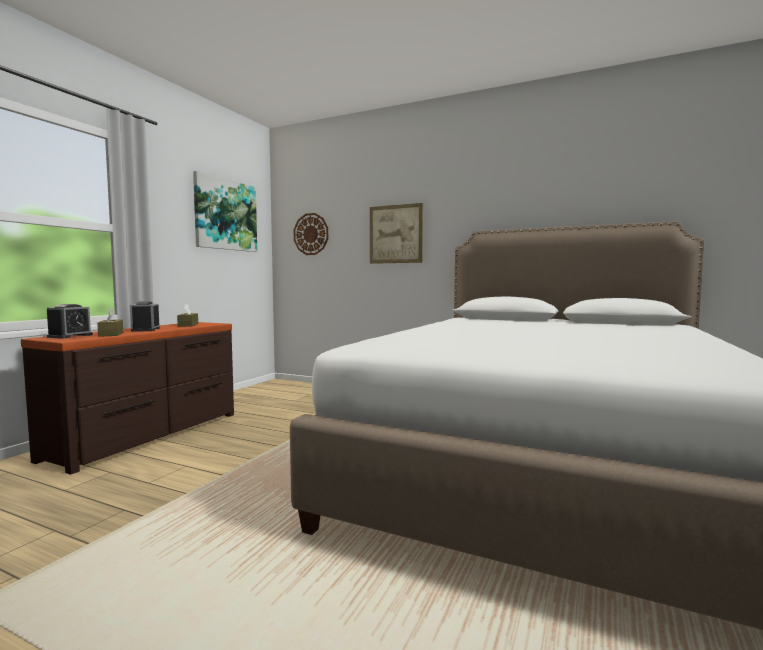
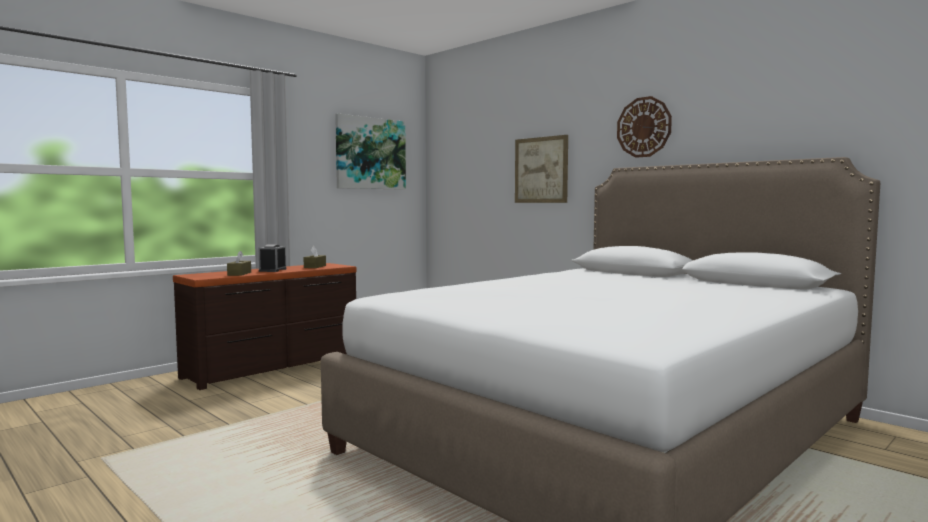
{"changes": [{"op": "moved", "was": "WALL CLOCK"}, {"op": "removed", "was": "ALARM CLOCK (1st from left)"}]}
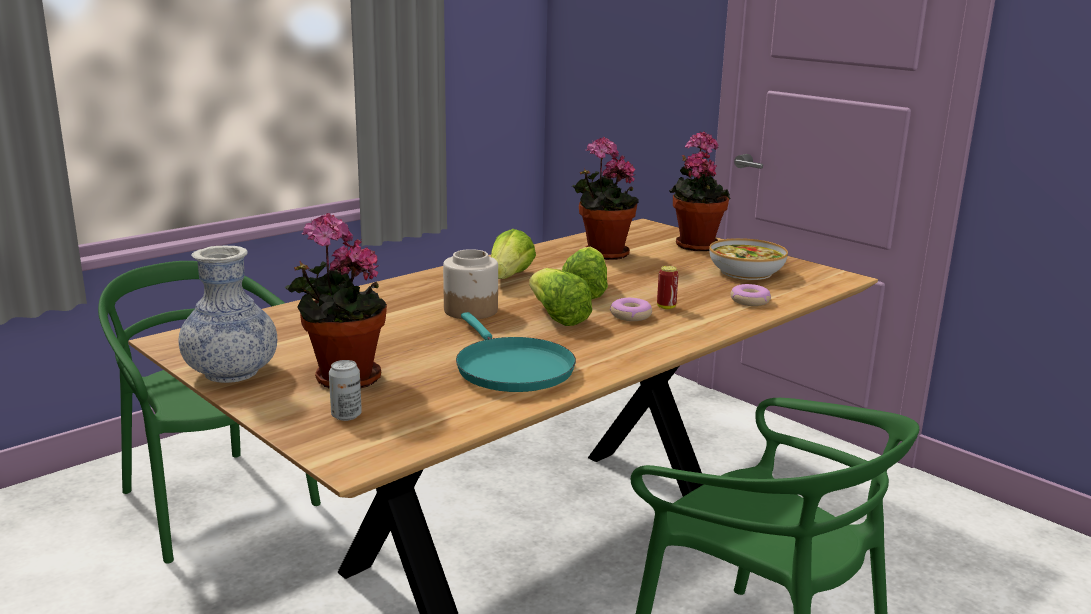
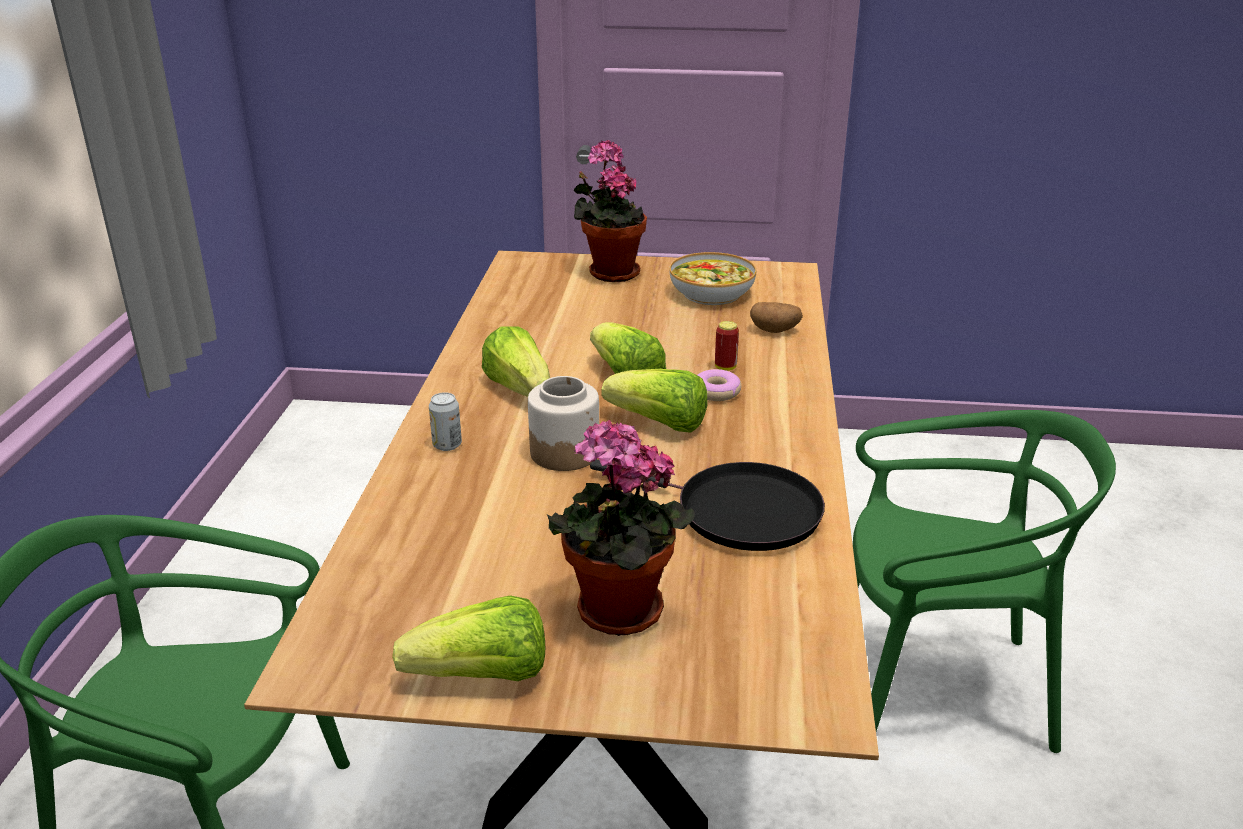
{"changes": [{"op": "removed", "was": "POTTED PLANT (2nd from left)"}, {"op": "replaced", "was": "VASE", "now": "LETTUCE (1st from left)"}, {"op": "replaced", "was": "DONUT (2nd from left)", "now": "POTATO"}, {"op": "recoloured", "was": "TURQUOISE FRYING PAN", "now": "BLACK FRYING PAN"}, {"op": "moved", "was": "CAN (1st from left)"}]}
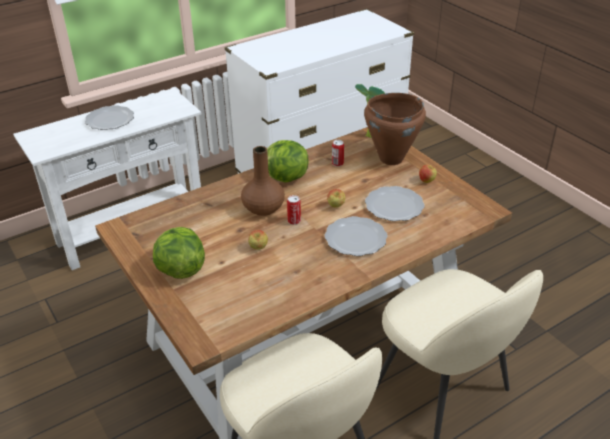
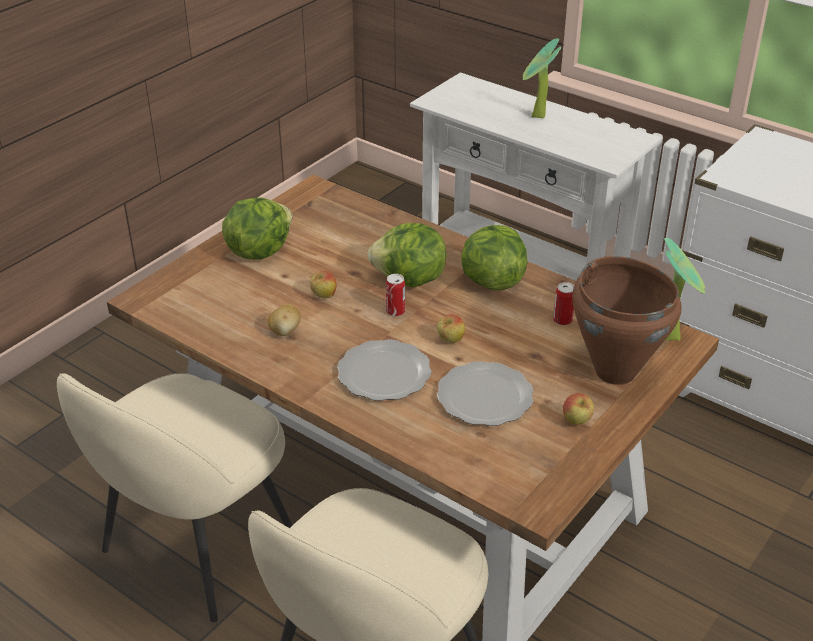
{"changes": [{"op": "replaced", "was": "PLATE (1st from left)", "now": "POTTED PLANT (1st from left)"}, {"op": "replaced", "was": "BROWN VASE", "now": "LETTUCE (2nd from left)"}, {"op": "added", "now": "POTATO"}]}
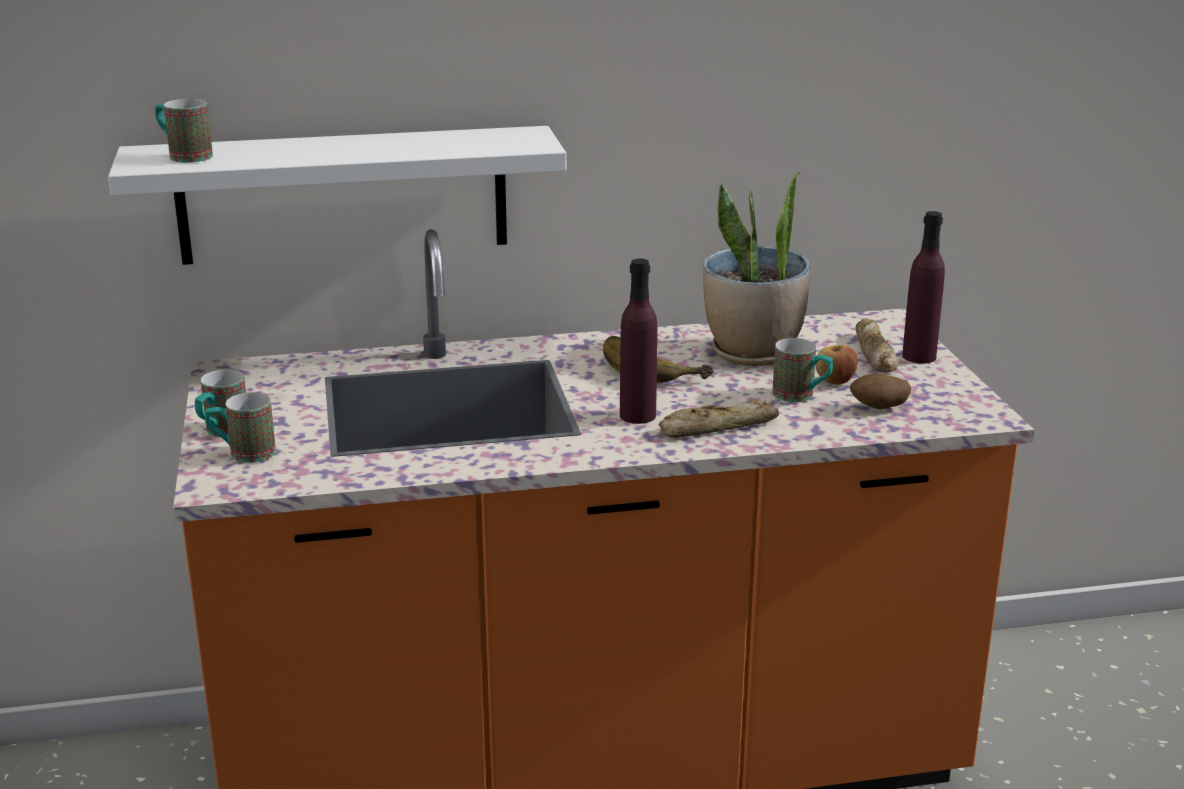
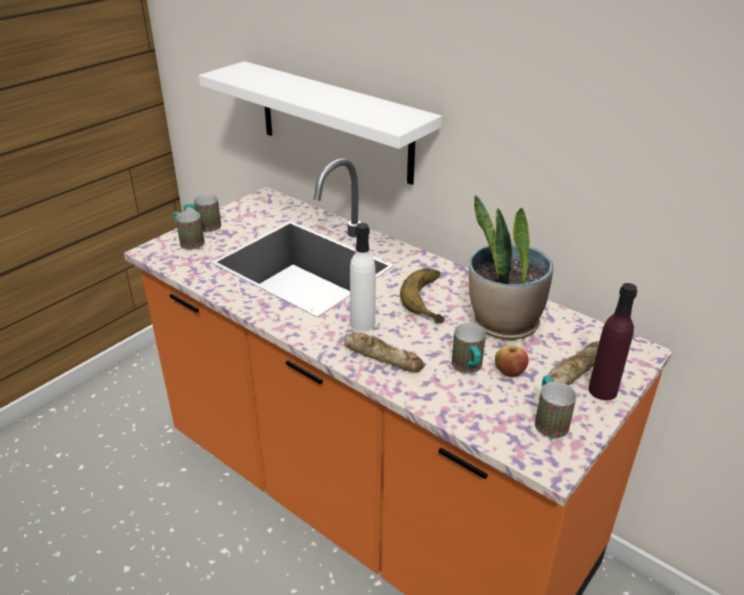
{"changes": [{"op": "moved", "was": "MUG (1st from left in the first image)", "now": "MUG (4th from left)"}, {"op": "recoloured", "was": "PURPLE BOTTLE (1st from left)", "now": "WHITE BOTTLE"}, {"op": "removed", "was": "POTATO"}]}
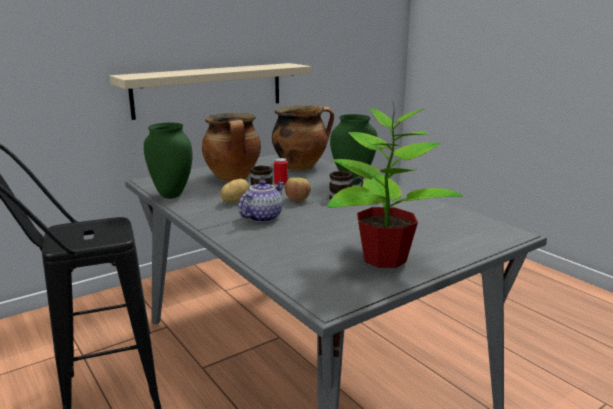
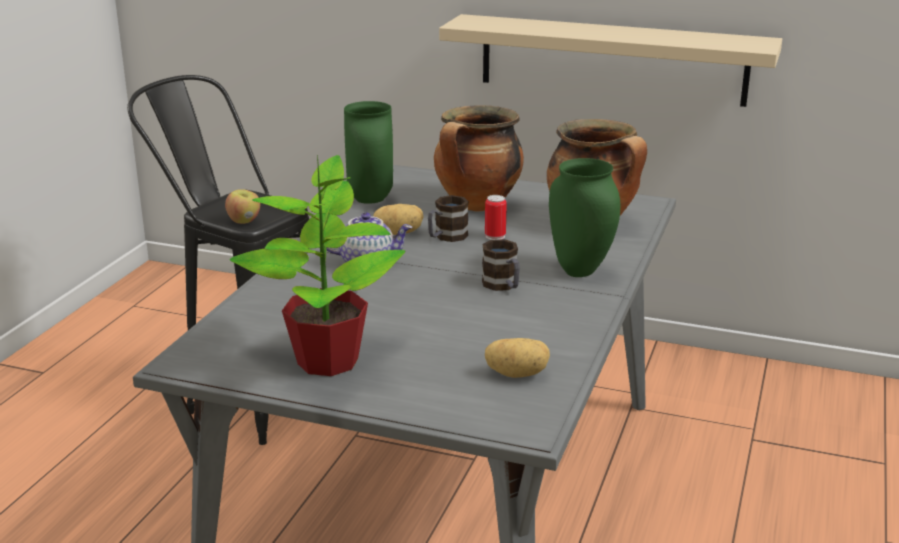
{"changes": [{"op": "moved", "was": "APPLE"}, {"op": "added", "now": "POTATO (2nd from left)"}]}
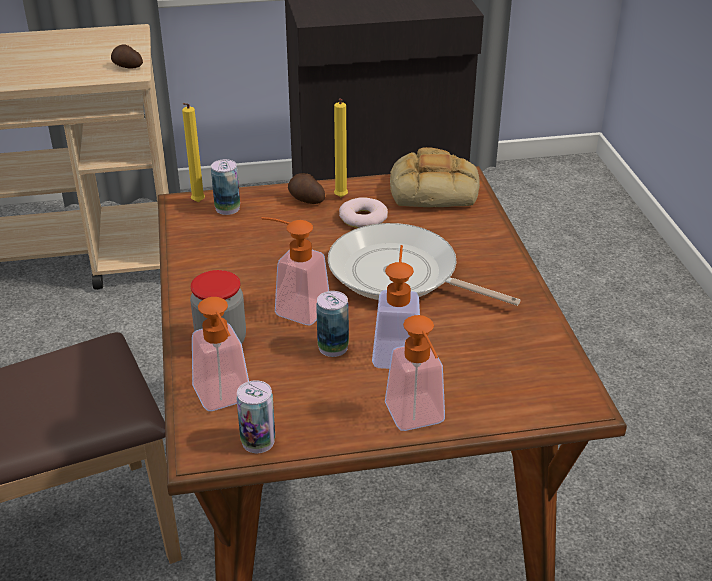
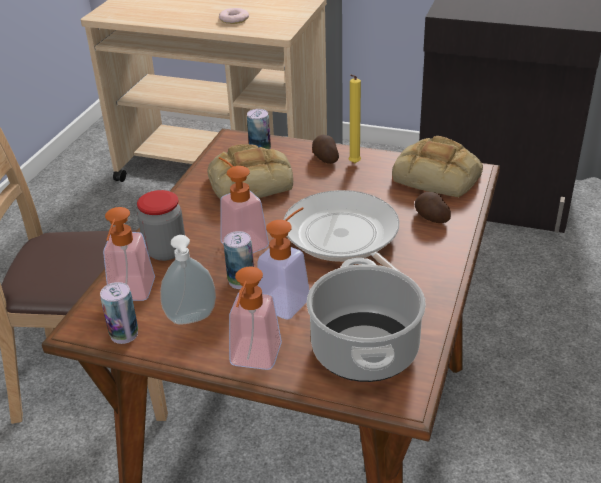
{"changes": [{"op": "moved", "was": "POTATO (1st from left in the first image)", "now": "POTATO (2nd from left)"}, {"op": "removed", "was": "YELLOW CANDLE (1st from left)"}, {"op": "moved", "was": "DONUT"}, {"op": "added", "now": "BREAD (1st from left)"}, {"op": "added", "now": "SOAP DISPENSER (2nd from left)"}, {"op": "added", "now": "COOKING POT"}]}
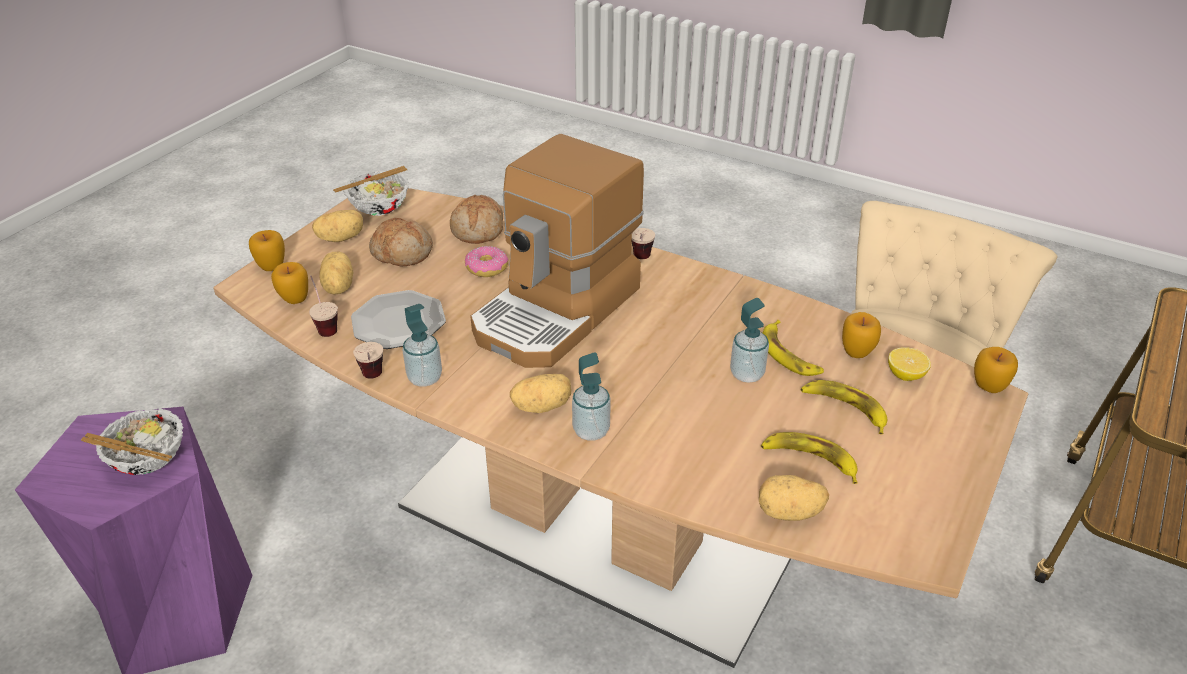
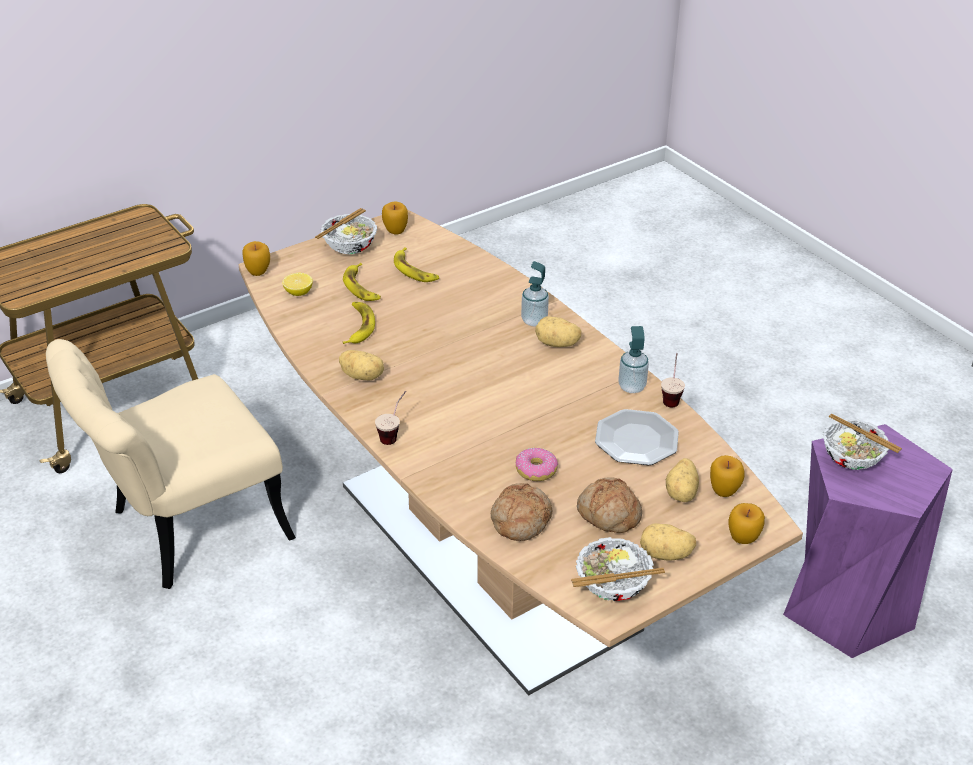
{"changes": [{"op": "removed", "was": "COFFEE MACHINE"}, {"op": "removed", "was": "CUP (1st from left)"}, {"op": "removed", "was": "SOAP DISPENSER (3rd from left)"}, {"op": "moved", "was": "APPLE (3rd from left in the first image)", "now": "APPLE (2nd from left)"}, {"op": "moved", "was": "POTATO (4th from left in the first image)", "now": "POTATO (1st from left)"}, {"op": "added", "now": "BOWL (1st from left)"}]}
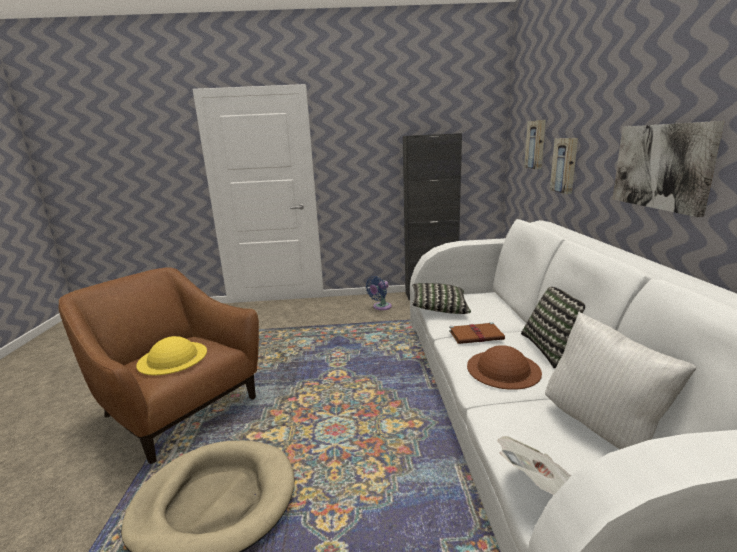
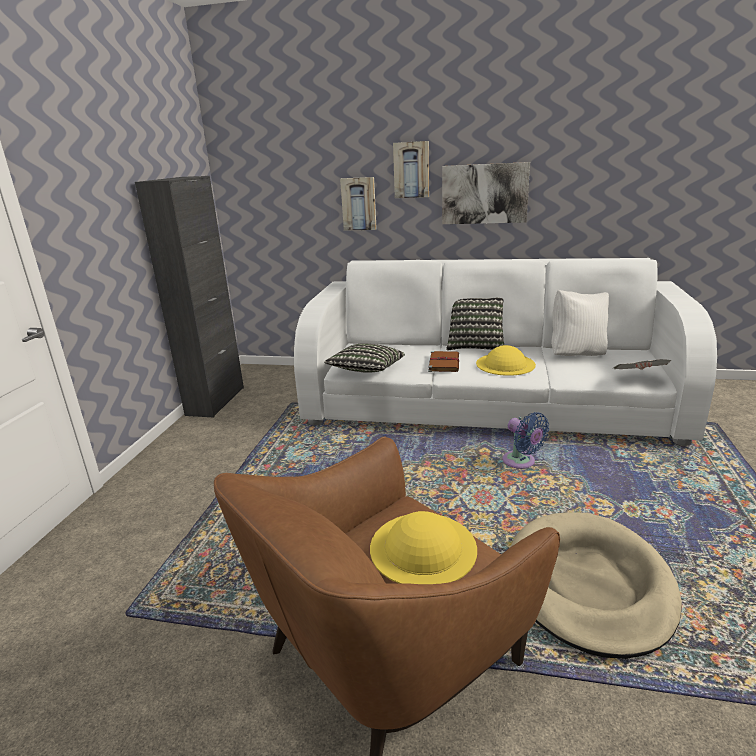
{"changes": [{"op": "moved", "was": "PICTURE (1st from left in the first image)", "now": "PICTURE (2nd from left)"}, {"op": "moved", "was": "BLUE FAN"}, {"op": "recoloured", "was": "BROWN HAT", "now": "YELLOW HAT (2nd from left)"}]}
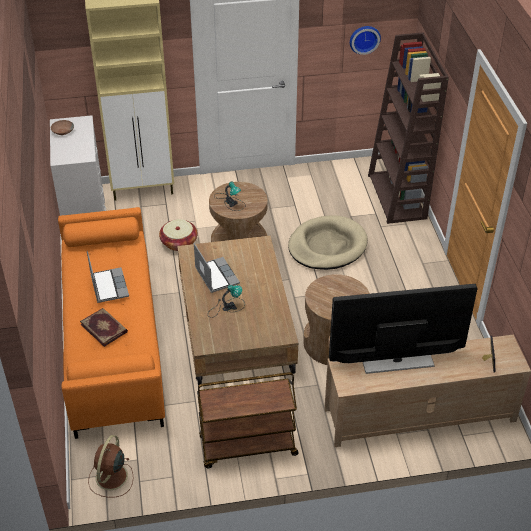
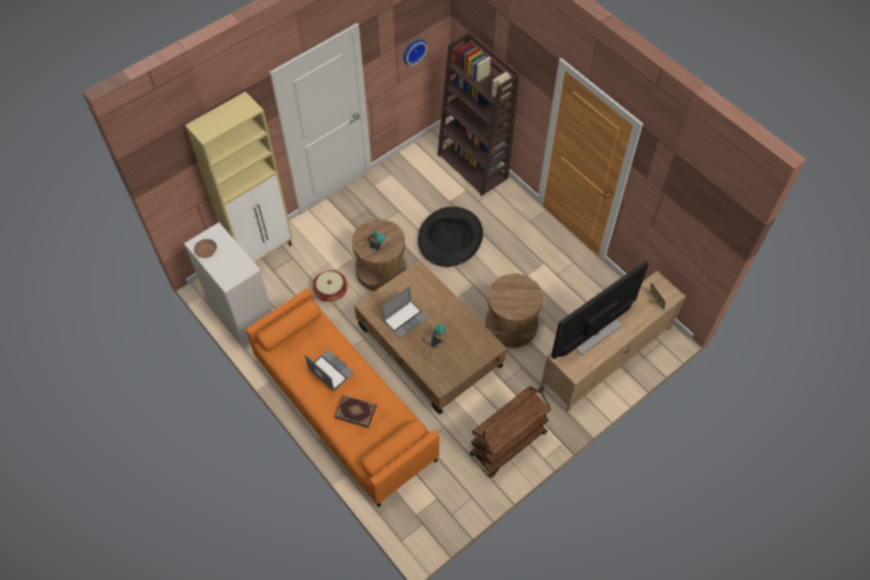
{"changes": [{"op": "recoloured", "was": "BEIGE DOG BED", "now": "BLACK DOG BED"}, {"op": "turned", "was": "LAPTOP (2nd from left)", "clockwise": 105}, {"op": "removed", "was": "BROWN FAN"}]}
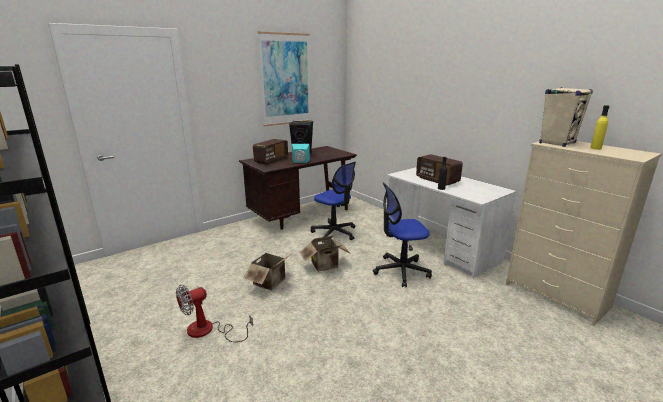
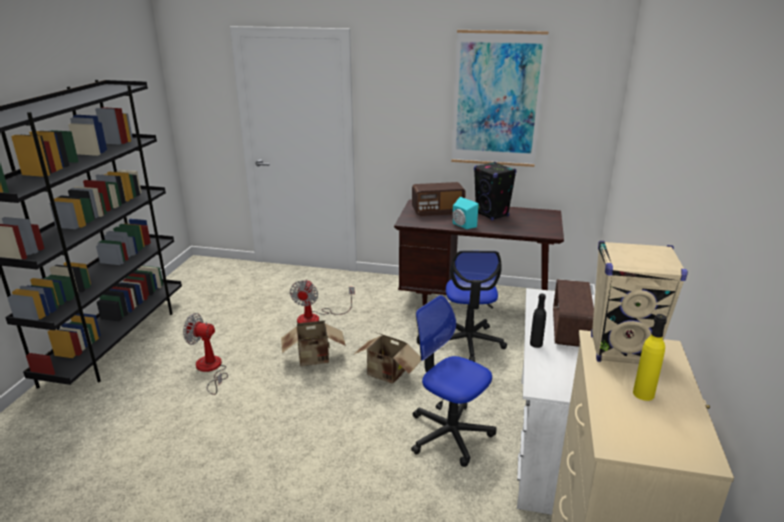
{"changes": [{"op": "added", "now": "FAN (2nd from left)"}]}
